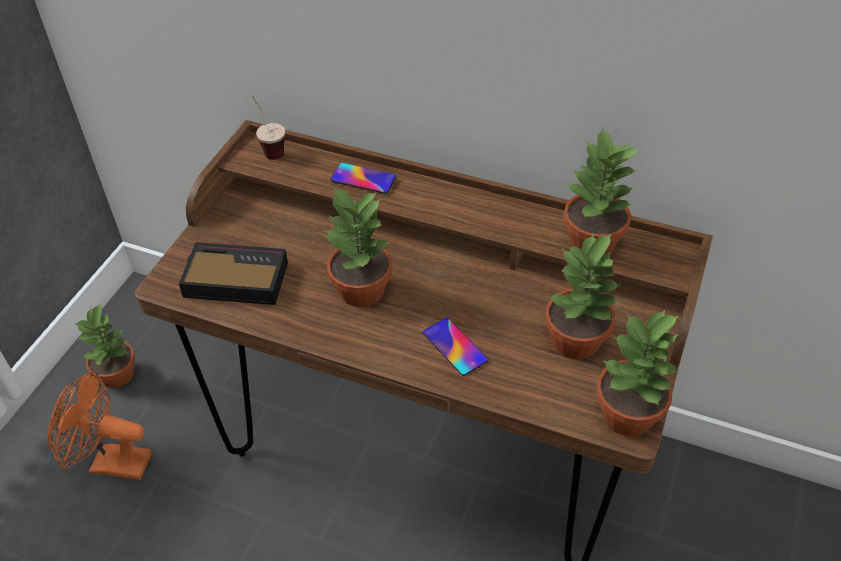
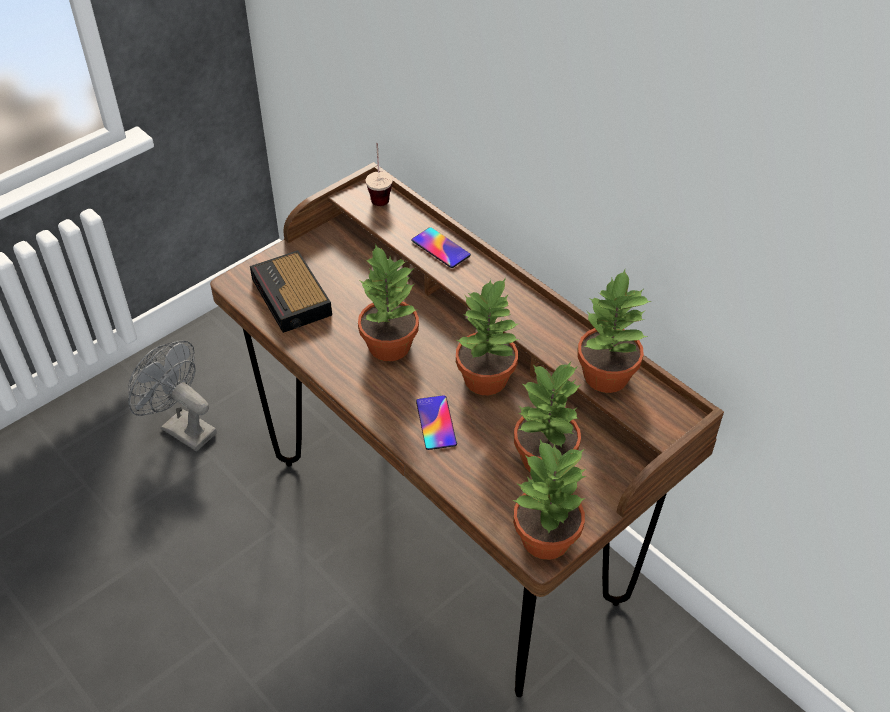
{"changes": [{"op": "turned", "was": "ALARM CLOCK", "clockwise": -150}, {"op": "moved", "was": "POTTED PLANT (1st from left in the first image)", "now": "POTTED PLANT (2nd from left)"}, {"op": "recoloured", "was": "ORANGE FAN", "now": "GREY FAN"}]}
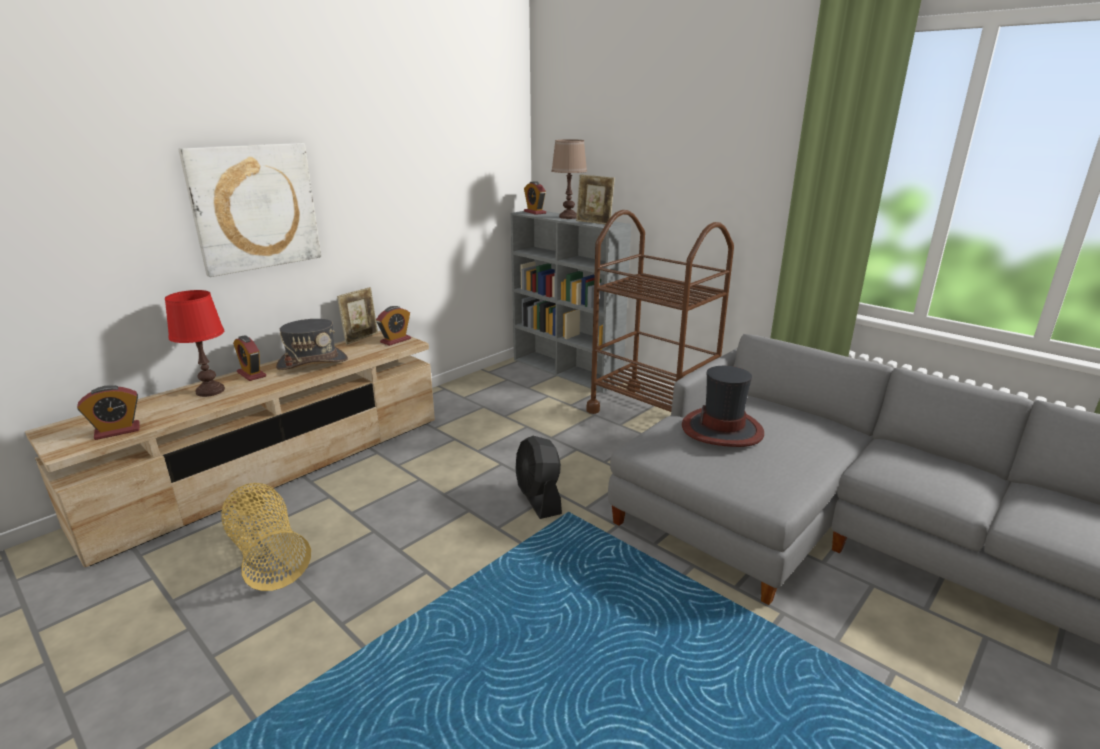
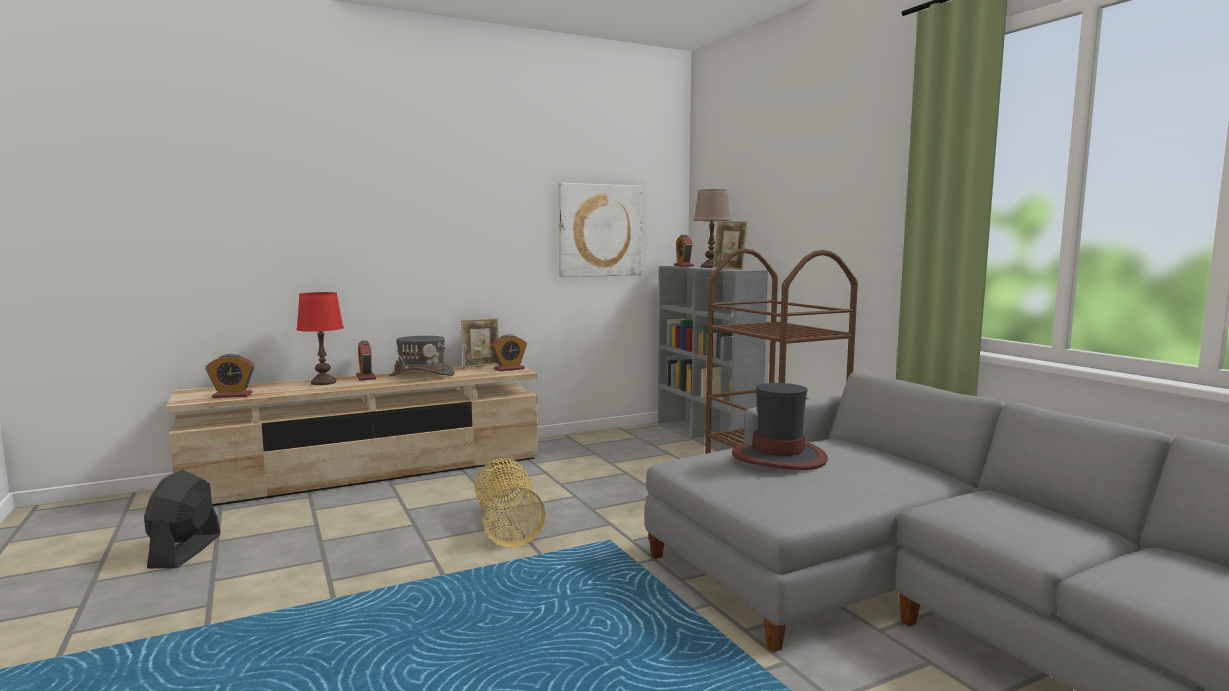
{"changes": [{"op": "moved", "was": "PICTURE"}, {"op": "moved", "was": "BLACK FAN"}, {"op": "moved", "was": "BASKET"}]}
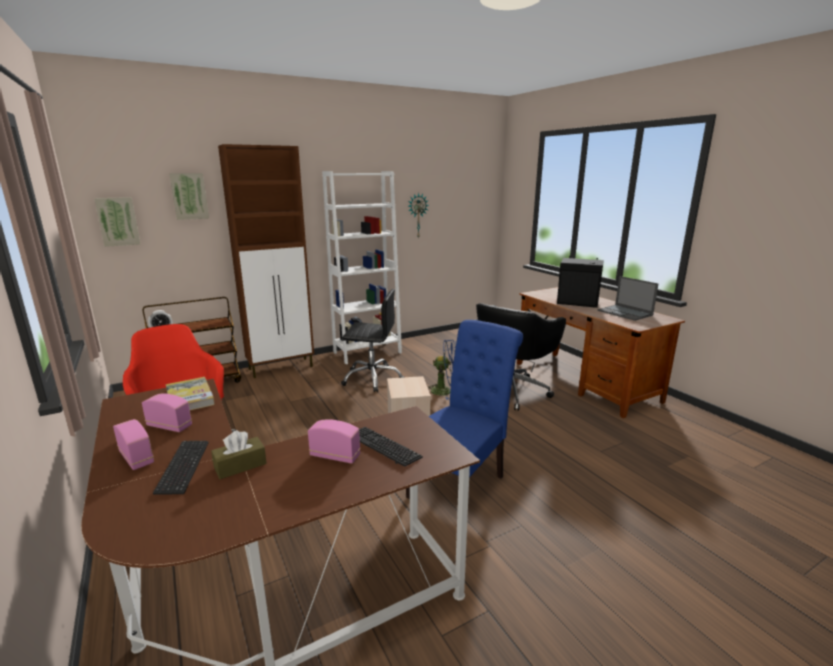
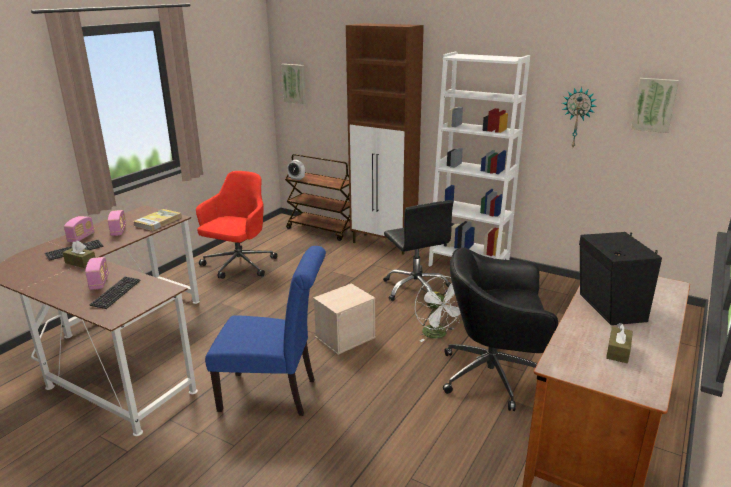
{"changes": [{"op": "moved", "was": "PICTURE (2nd from left)"}, {"op": "replaced", "was": "LAPTOP", "now": "BROWN TISSUE BOX (2nd from left)"}, {"op": "recoloured", "was": "BLUE FAN", "now": "WHITE FAN"}]}
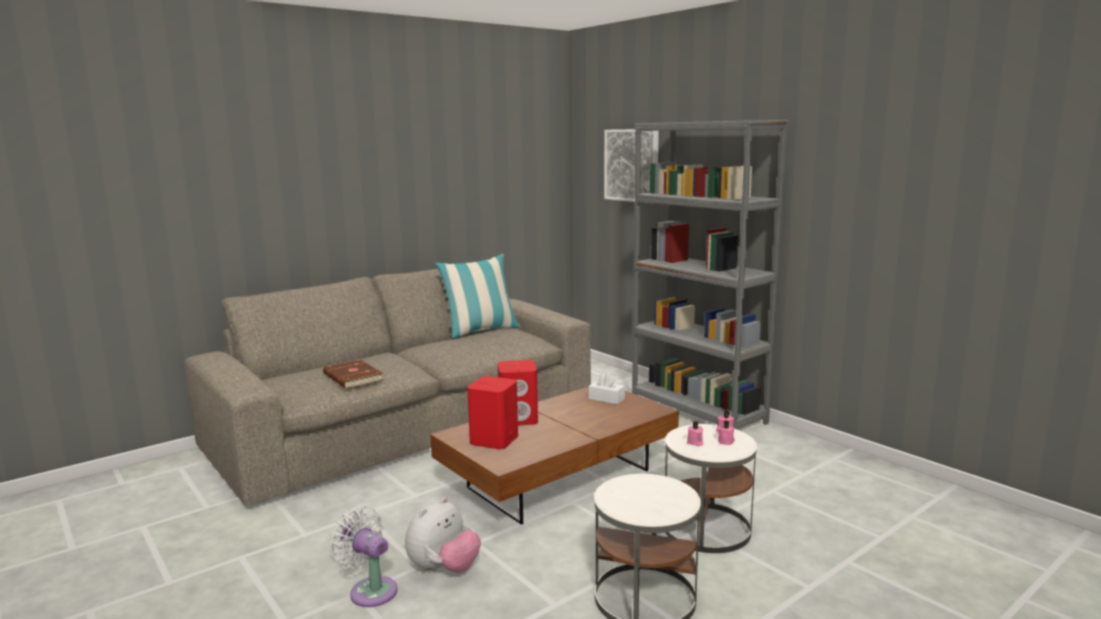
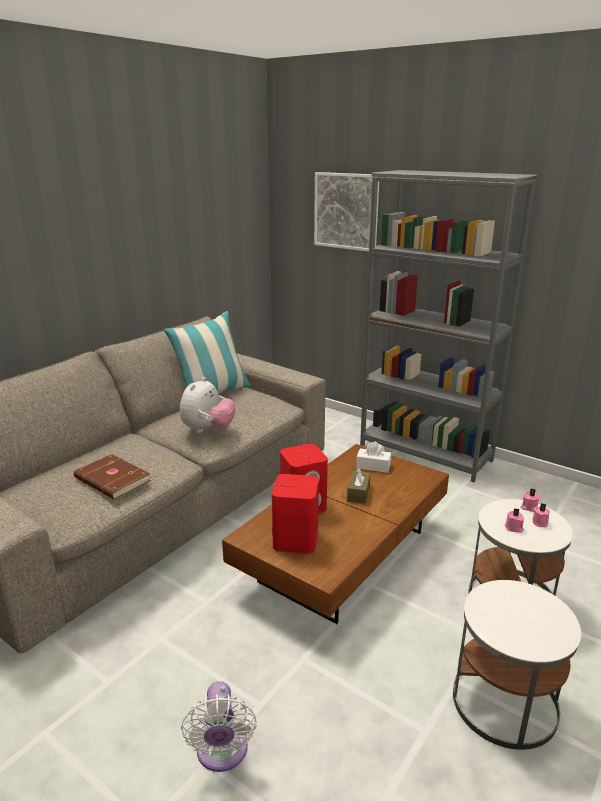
{"changes": [{"op": "moved", "was": "PLUSH TOY"}, {"op": "turned", "was": "WHITE FAN", "clockwise": -120}, {"op": "added", "now": "BROWN TISSUE BOX"}]}
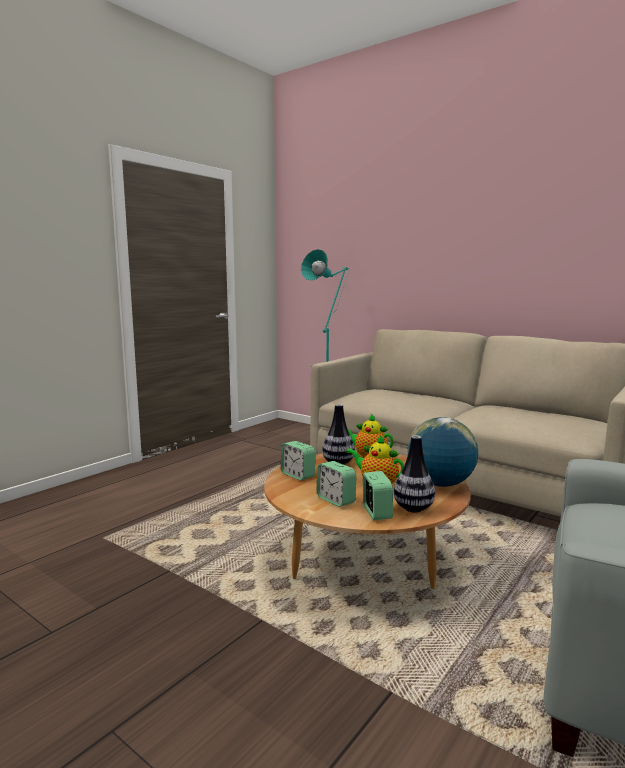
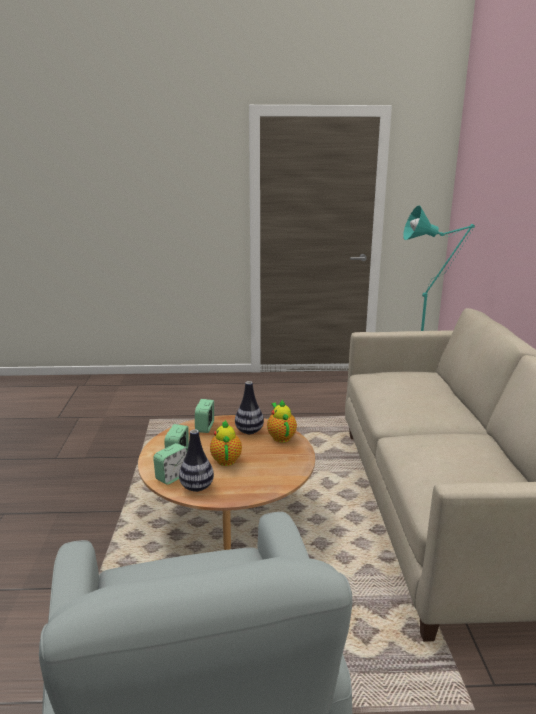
{"changes": [{"op": "removed", "was": "GLOBE"}]}
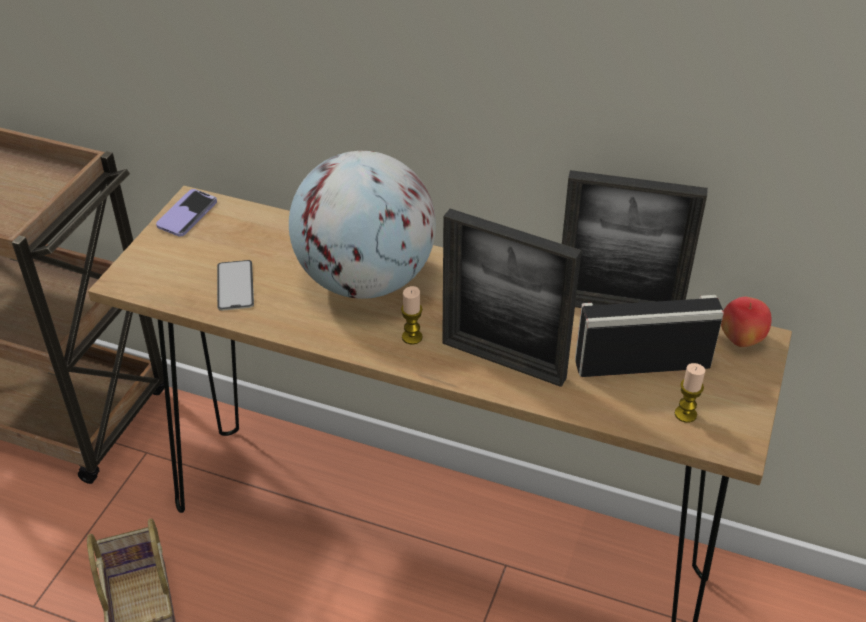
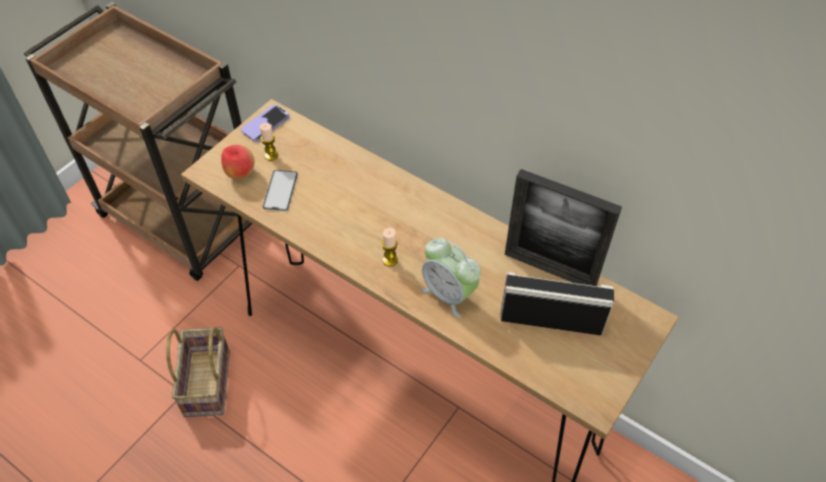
{"changes": [{"op": "removed", "was": "GLOBE"}, {"op": "replaced", "was": "PICTURE FRAME (1st from left)", "now": "ALARM CLOCK"}, {"op": "moved", "was": "APPLE"}, {"op": "moved", "was": "CANDLE (2nd from left in the first image)", "now": "CANDLE (1st from left)"}]}
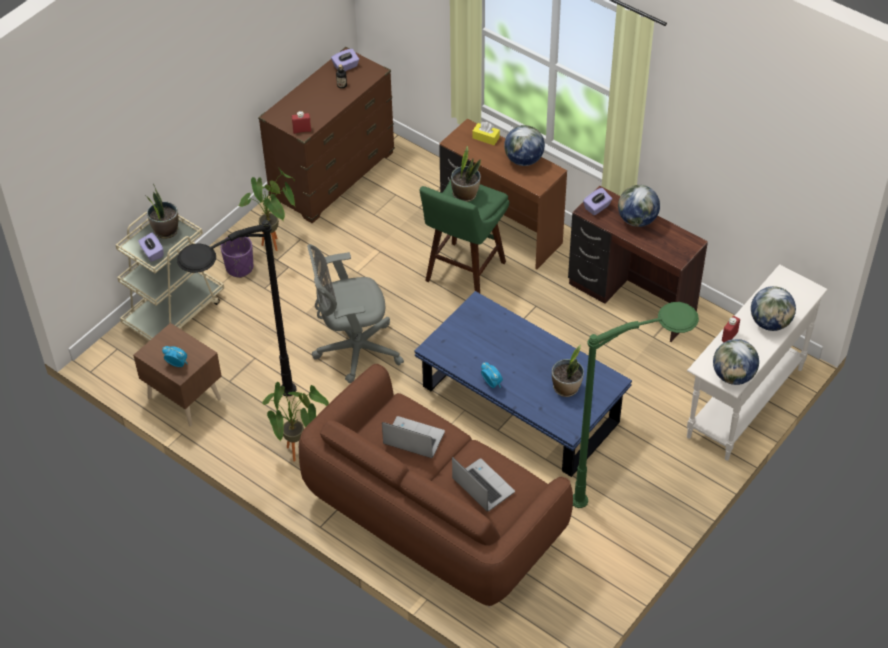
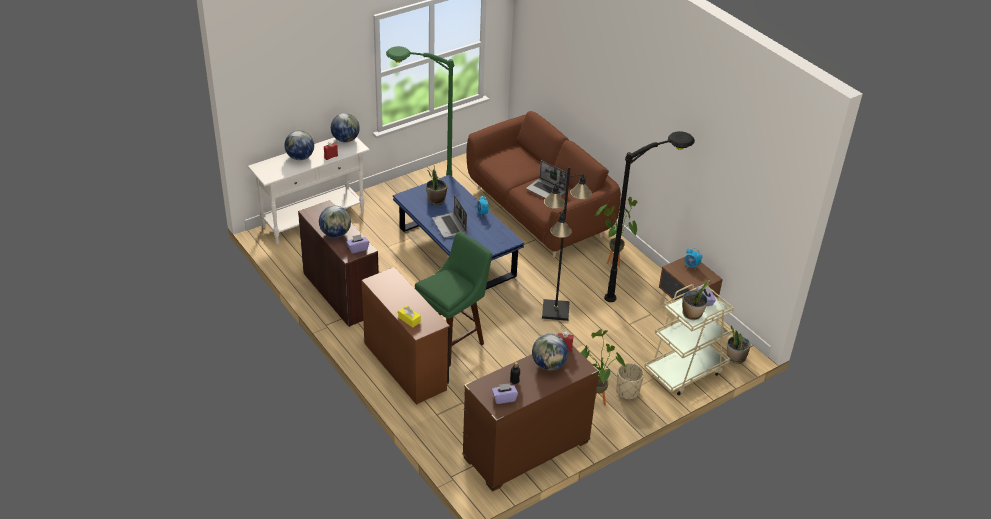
{"changes": [{"op": "moved", "was": "GLOBE (1st from left in the first image)", "now": "GLOBE (4th from left)"}, {"op": "moved", "was": "POTTED PLANT (4th from left in the first image)", "now": "POTTED PLANT (5th from left)"}, {"op": "recoloured", "was": "PURPLE PLANTER", "now": "BEIGE PLANTER"}, {"op": "replaced", "was": "GREY OFFICE CHAIR", "now": "BLACK FLOOR LAMP (1st from left)"}, {"op": "moved", "was": "LAPTOP (2nd from left in the first image)", "now": "LAPTOP (1st from left)"}]}
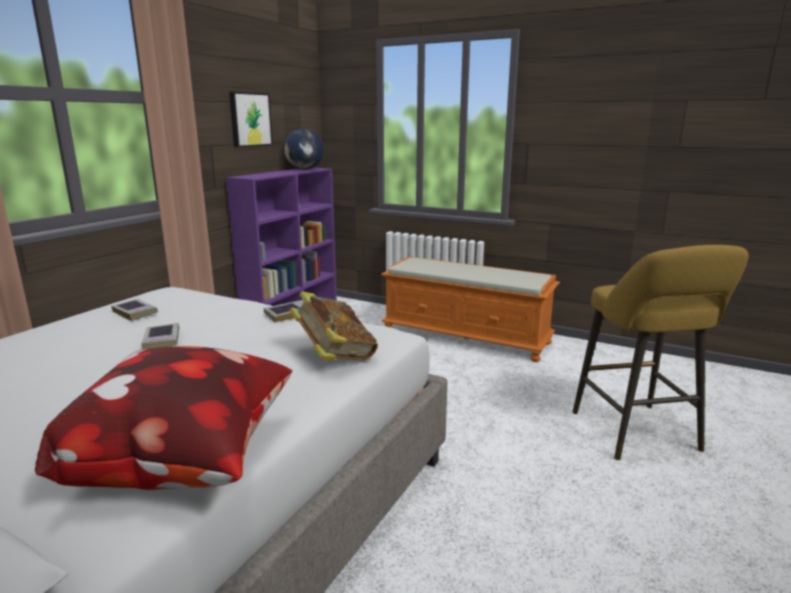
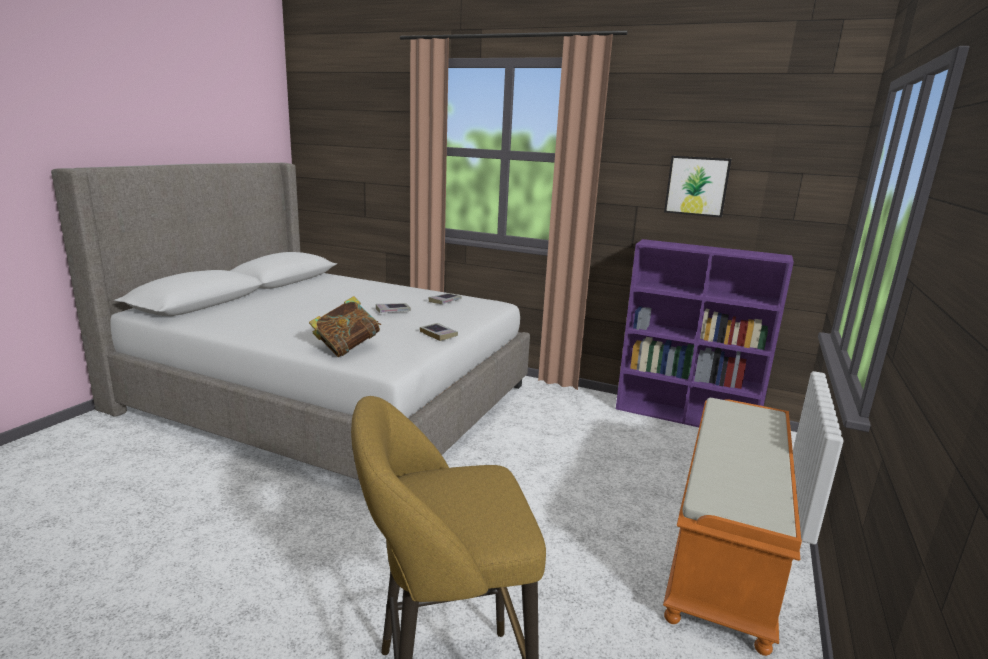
{"changes": [{"op": "removed", "was": "GLOBE"}, {"op": "removed", "was": "PILLOW"}]}
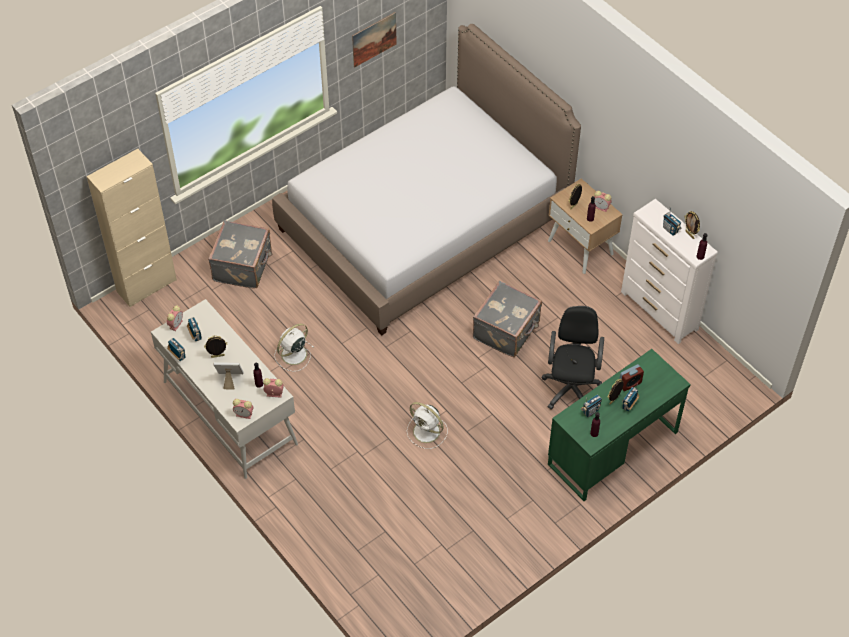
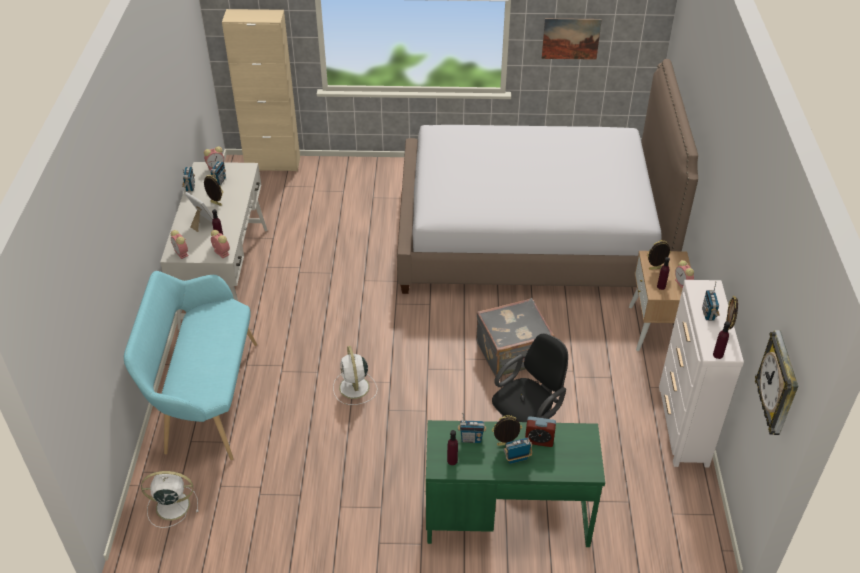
{"changes": [{"op": "removed", "was": "GREY SUITCASE (1st from left)"}, {"op": "moved", "was": "WHITE FAN (1st from left)"}, {"op": "added", "now": "TURQUOISE BENCH"}, {"op": "added", "now": "WALL CLOCK"}]}
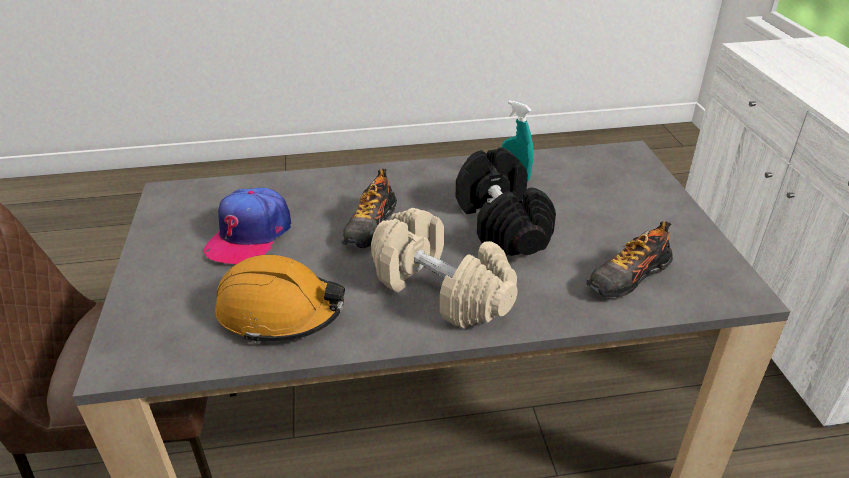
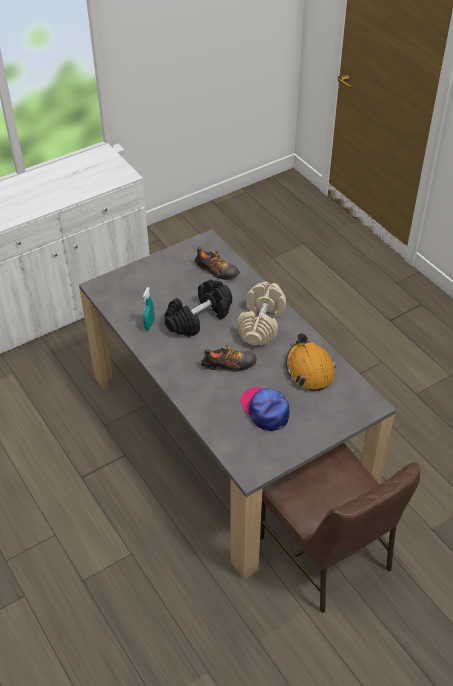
{"changes": [{"op": "turned", "was": "CAP", "clockwise": -120}]}
